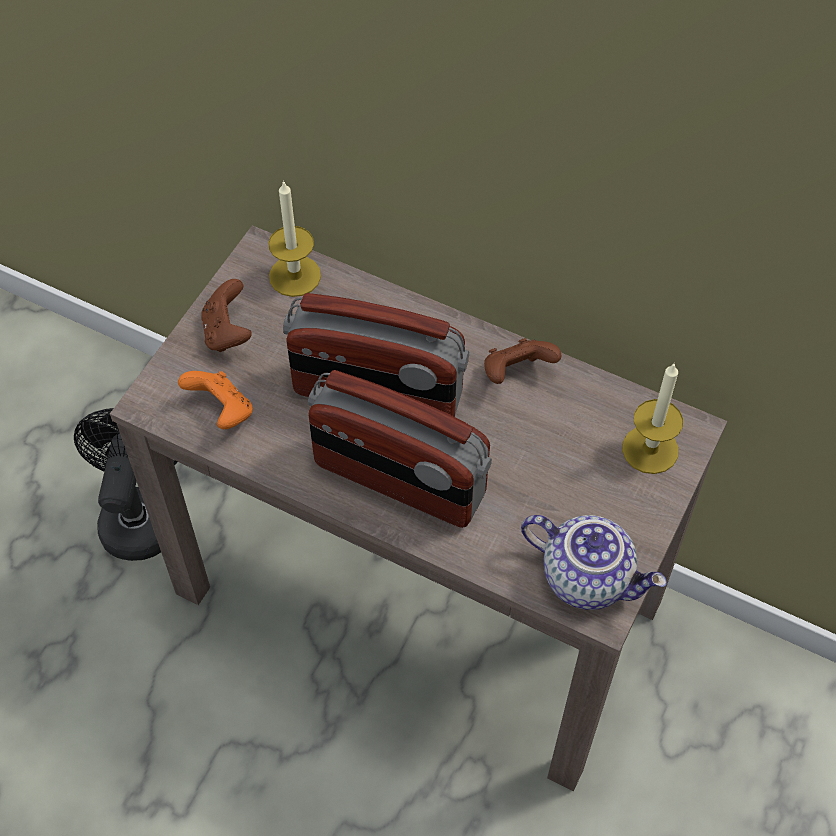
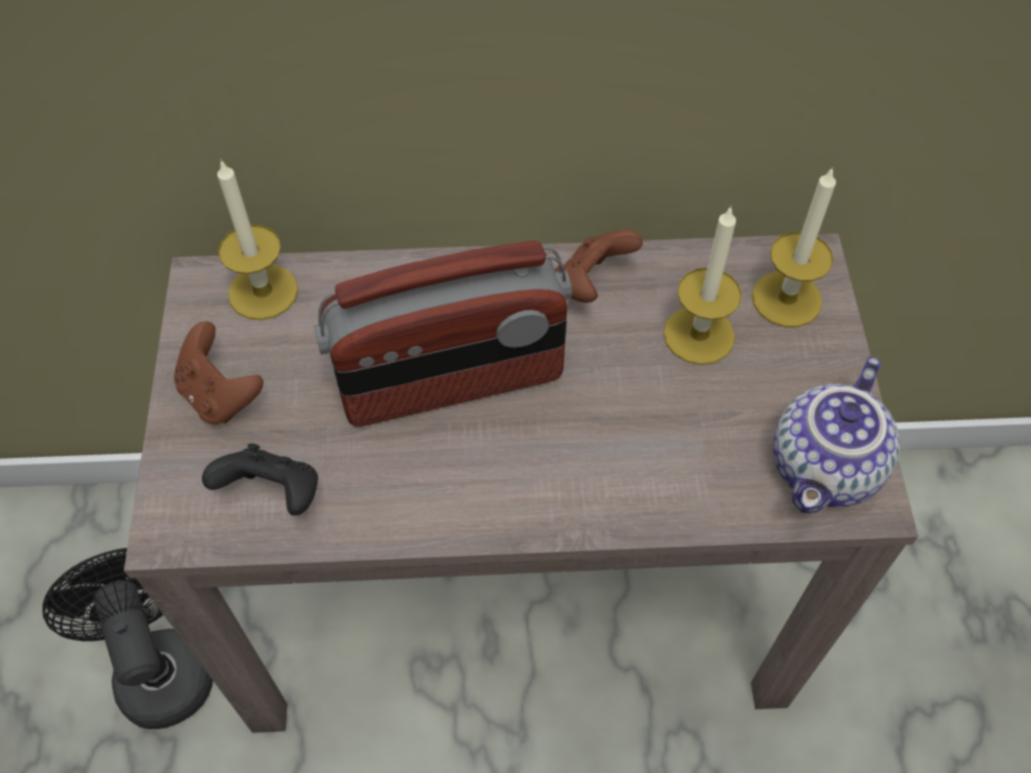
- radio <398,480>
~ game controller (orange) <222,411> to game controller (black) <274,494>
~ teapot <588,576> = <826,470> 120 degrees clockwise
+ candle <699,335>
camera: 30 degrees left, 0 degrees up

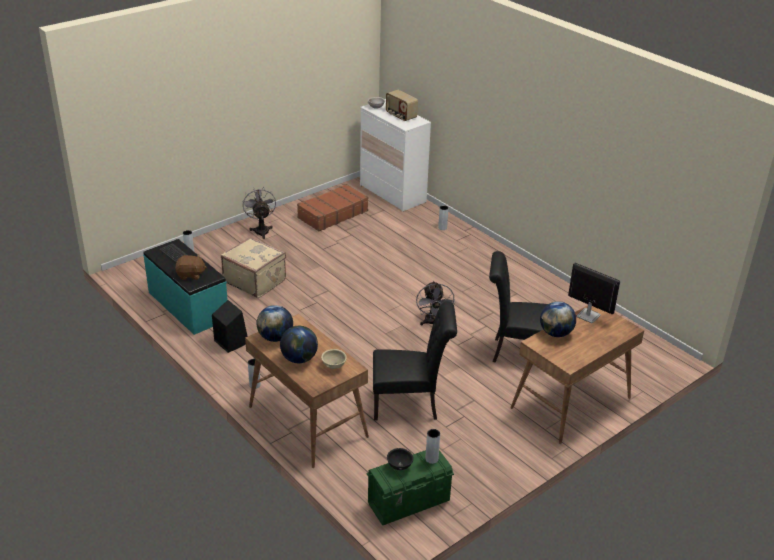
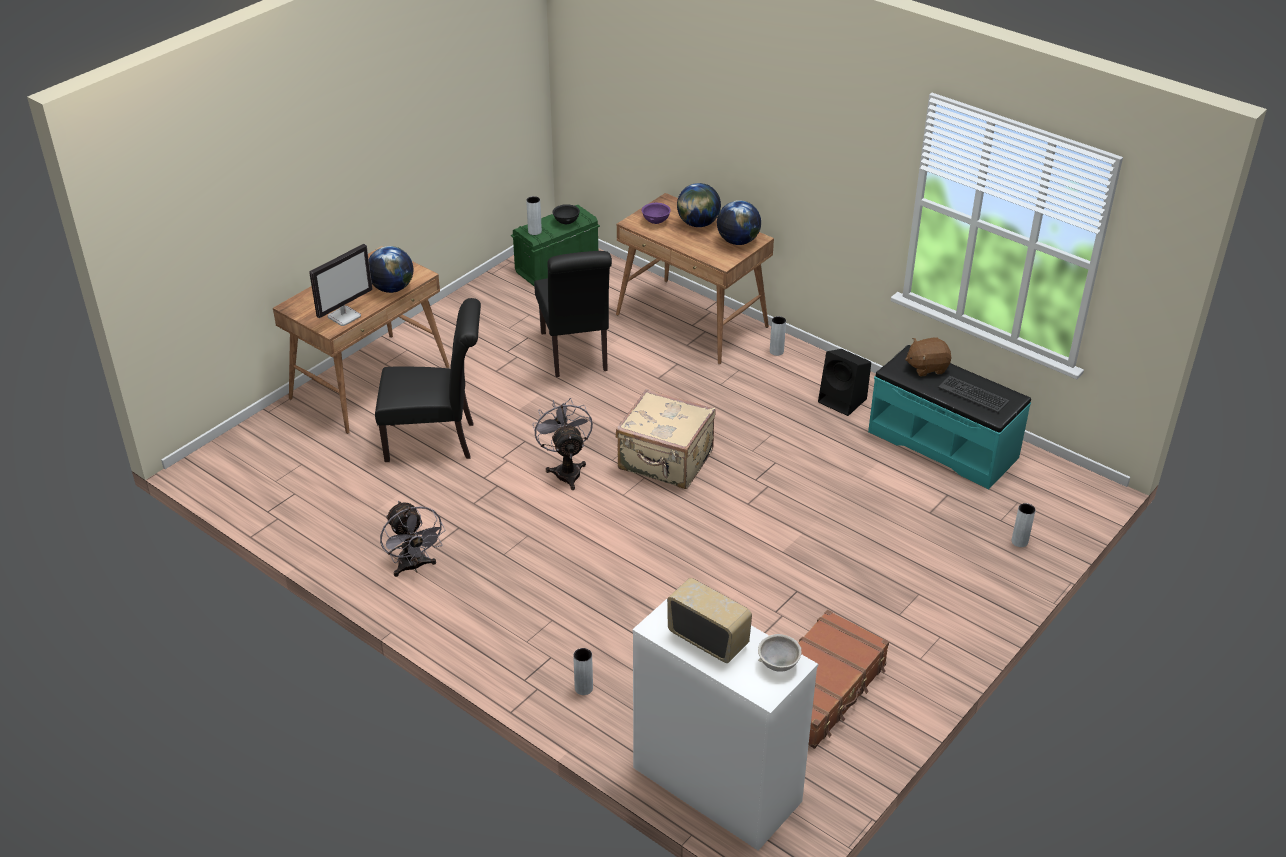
~ fan (grey) <261,230> to <414,567>
~ suitcase (beige) <255,281> to <665,462>
~ monitor <587,316> = <344,316> 75 degrees counterclockwise
~ chair (black) <410,405> = <576,354> 90 degrees counterclockwise
~ bowl (beige) <334,366> to bowl (purple) <655,221>
camera: 170 degrees right, 5 degrees up

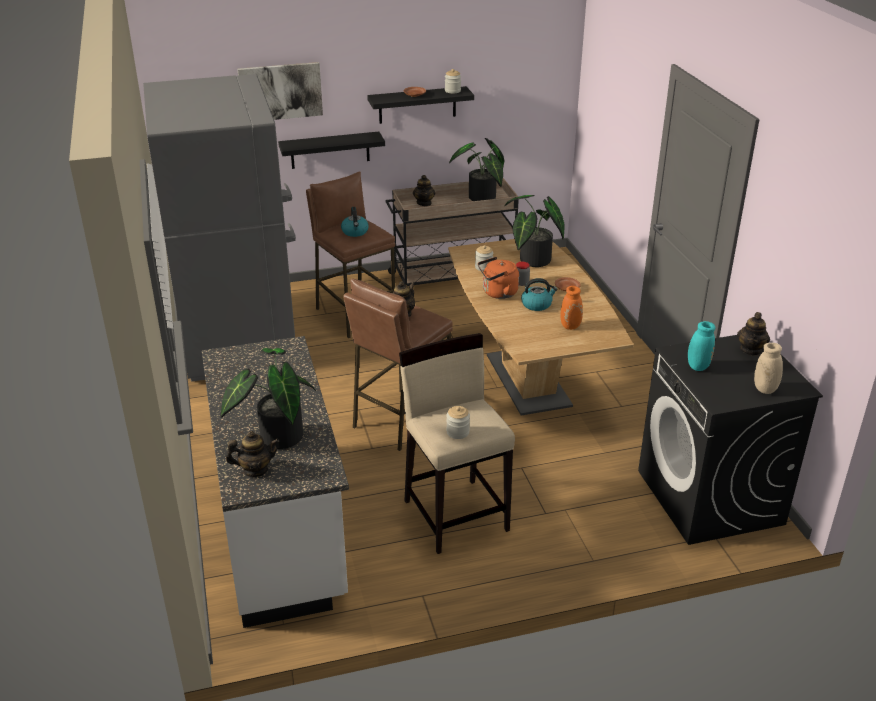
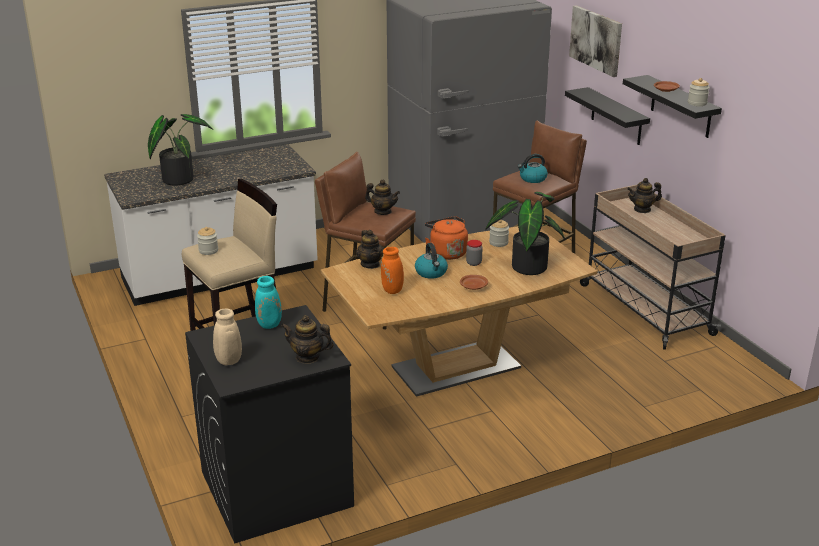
- potted plant <481,199>
~ teapot <255,470> to <370,264>
camera: 80 degrees right, 5 degrees down

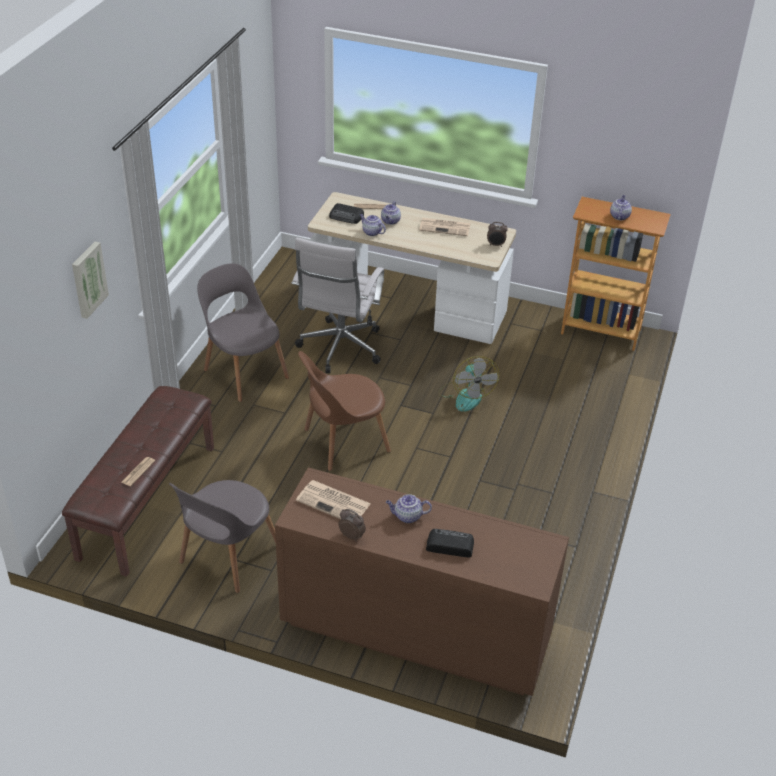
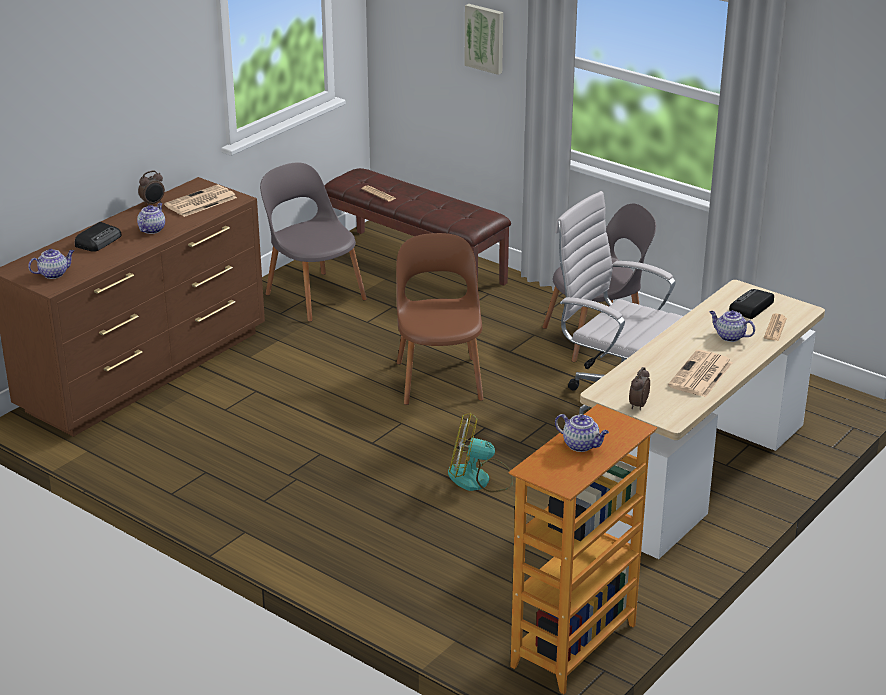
~ teapot <371,232> to <54,274>
camera: 110 degrees right, 10 degrees down

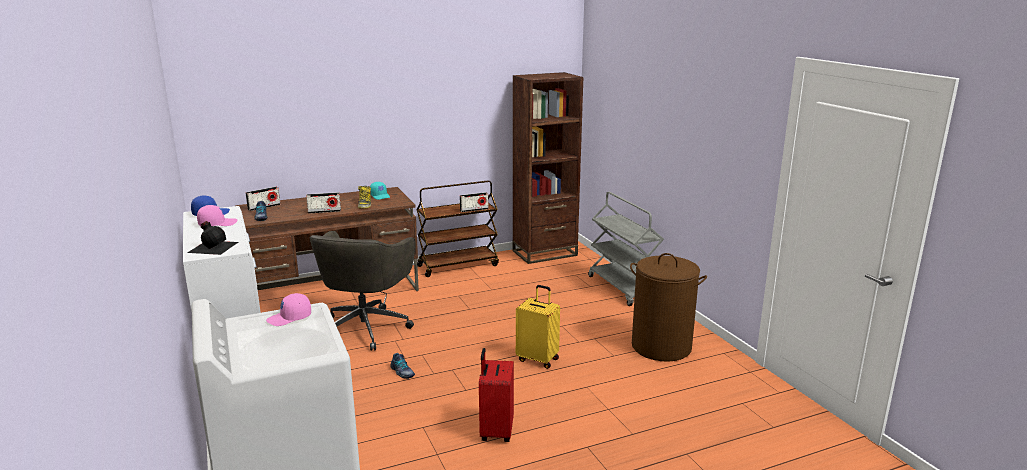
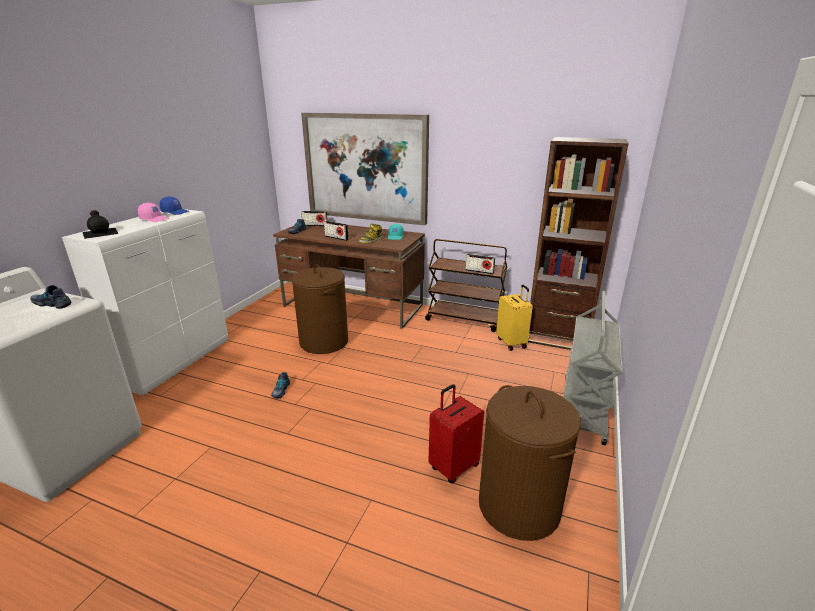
~ office chair (grey) <366,327> to laundry basket (brown) <323,342>
~ suitcase (yellow) <538,359> to <512,343>
~ cap (pink) <290,318> to shoe <52,304>
~ suitcase (red) <495,431> to <453,467>
+ picture <366,168>
camera: 45 degrees right, 5 degrees up

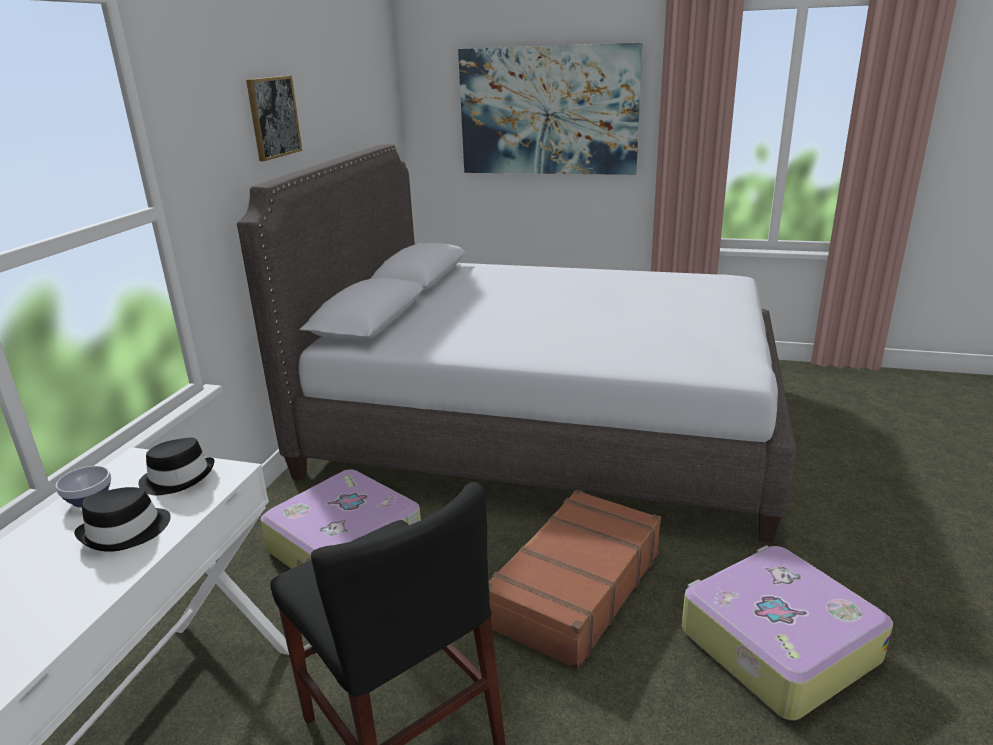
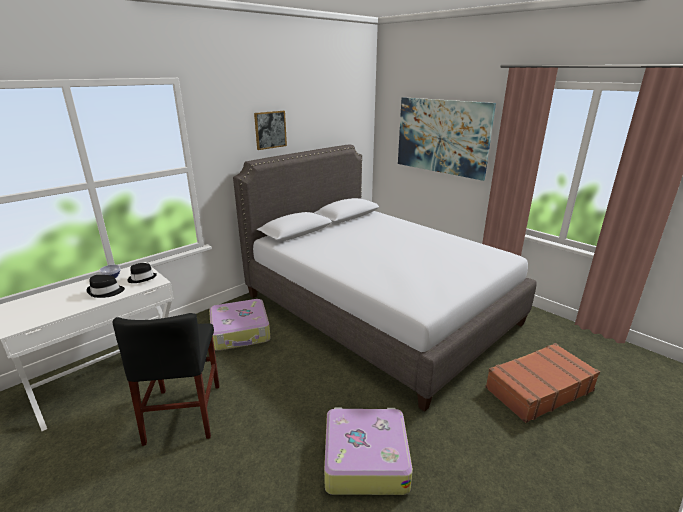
~ suitcase (brown) <574,588> to <538,389>
camera: 30 degrees right, 0 degrees up

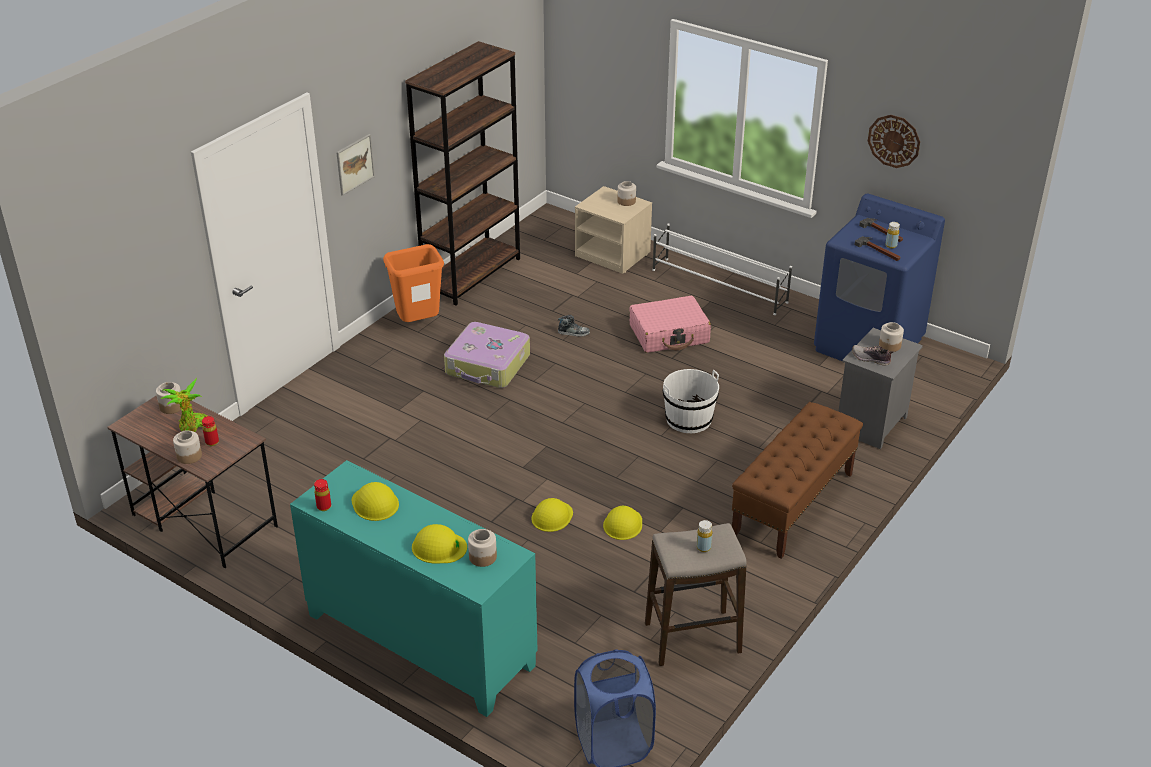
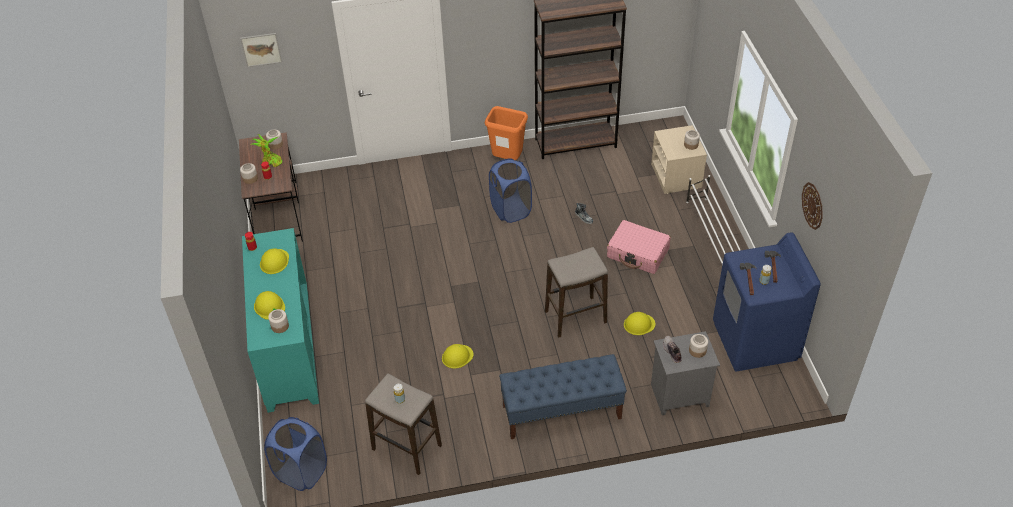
~ picture <355,164> to <261,49>
~ suitcase <488,365> to laundry basket (blue) <511,210>
~ bucket (white) <688,419> to stool <575,317>
~ bench (brown) <793,505> to bench (blue) <561,412>
~ hard hat (yellow) <552,516> to <639,324>
camera: 45 degrees right, 10 degrees up

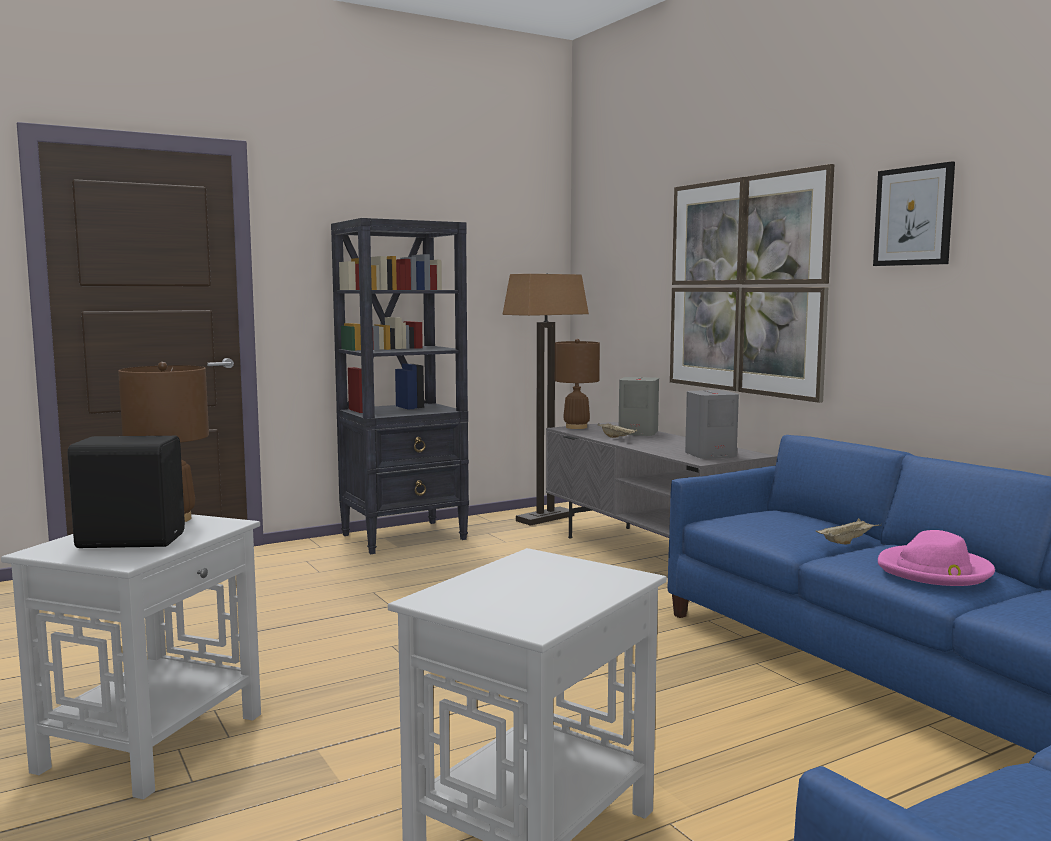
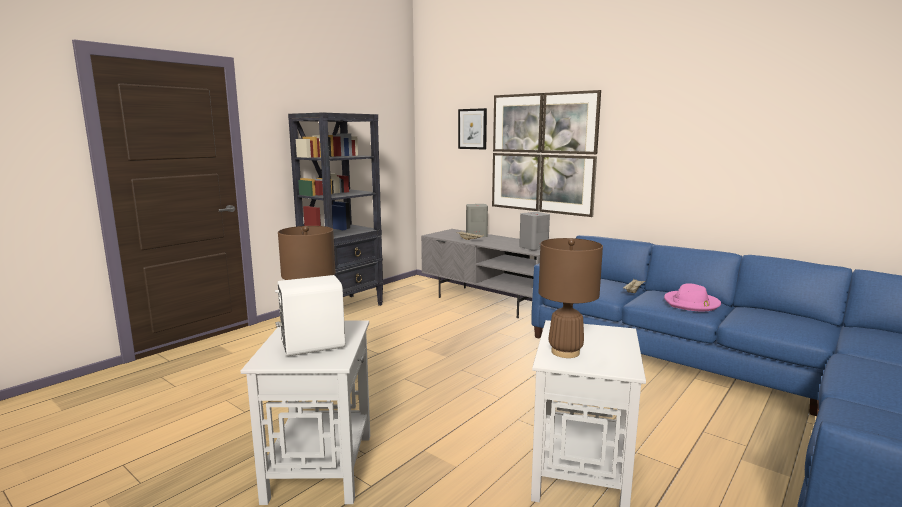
~ picture <913,216> to <472,129>
- floor lamp <545,518>
~ table lamp (brown) <576,427> to <565,352>
~ speaker (black) <130,540> to speaker (white) <311,345>
camera: 20 degrees left, 5 degrees up

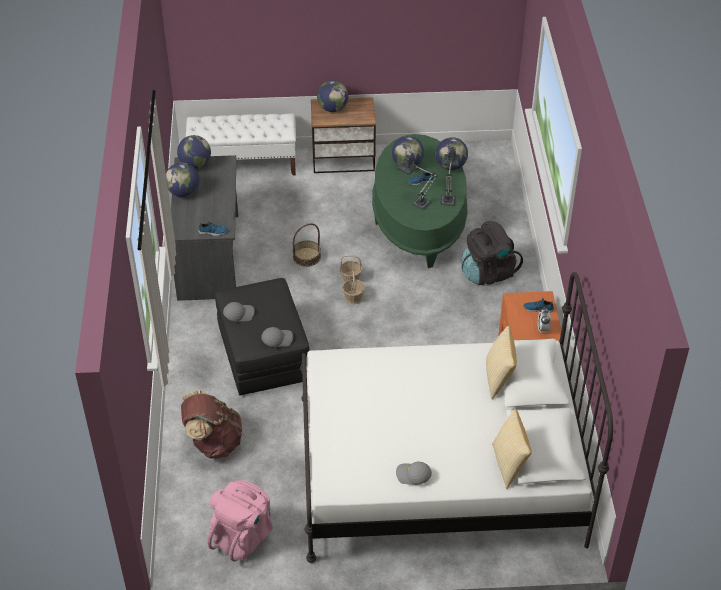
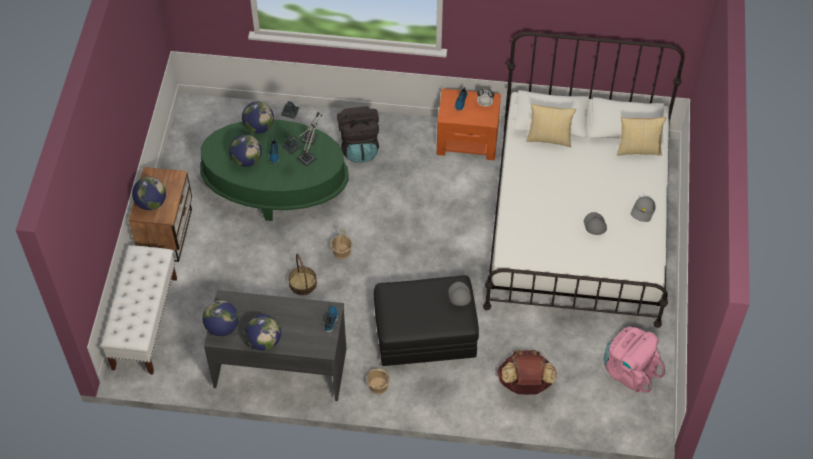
~ basket <353,297> to <378,386>
~ cap (grey) <239,314> to <594,226>
camera: 80 degrees left, 10 degrees up

